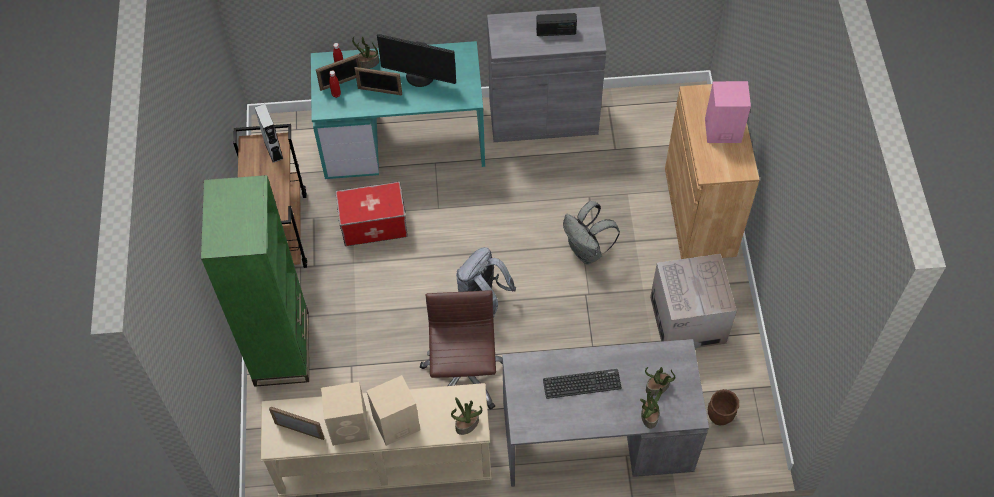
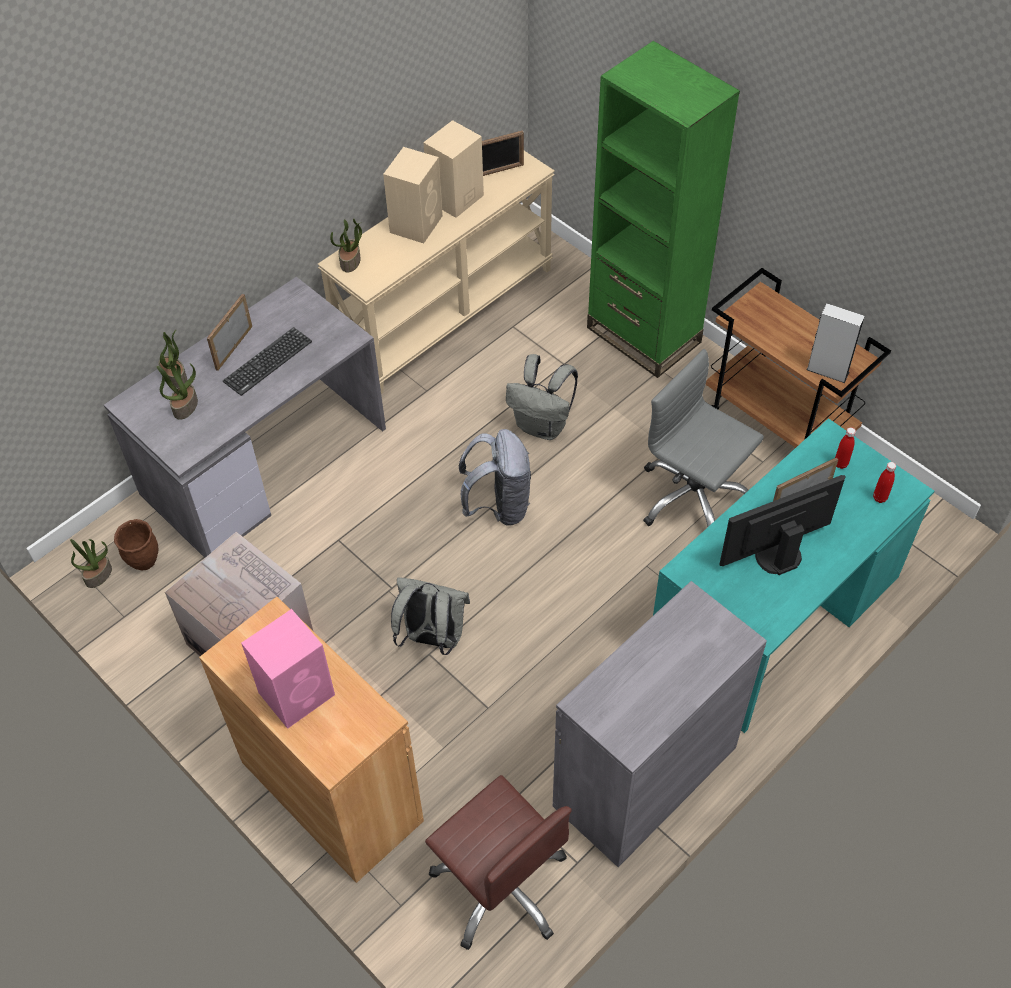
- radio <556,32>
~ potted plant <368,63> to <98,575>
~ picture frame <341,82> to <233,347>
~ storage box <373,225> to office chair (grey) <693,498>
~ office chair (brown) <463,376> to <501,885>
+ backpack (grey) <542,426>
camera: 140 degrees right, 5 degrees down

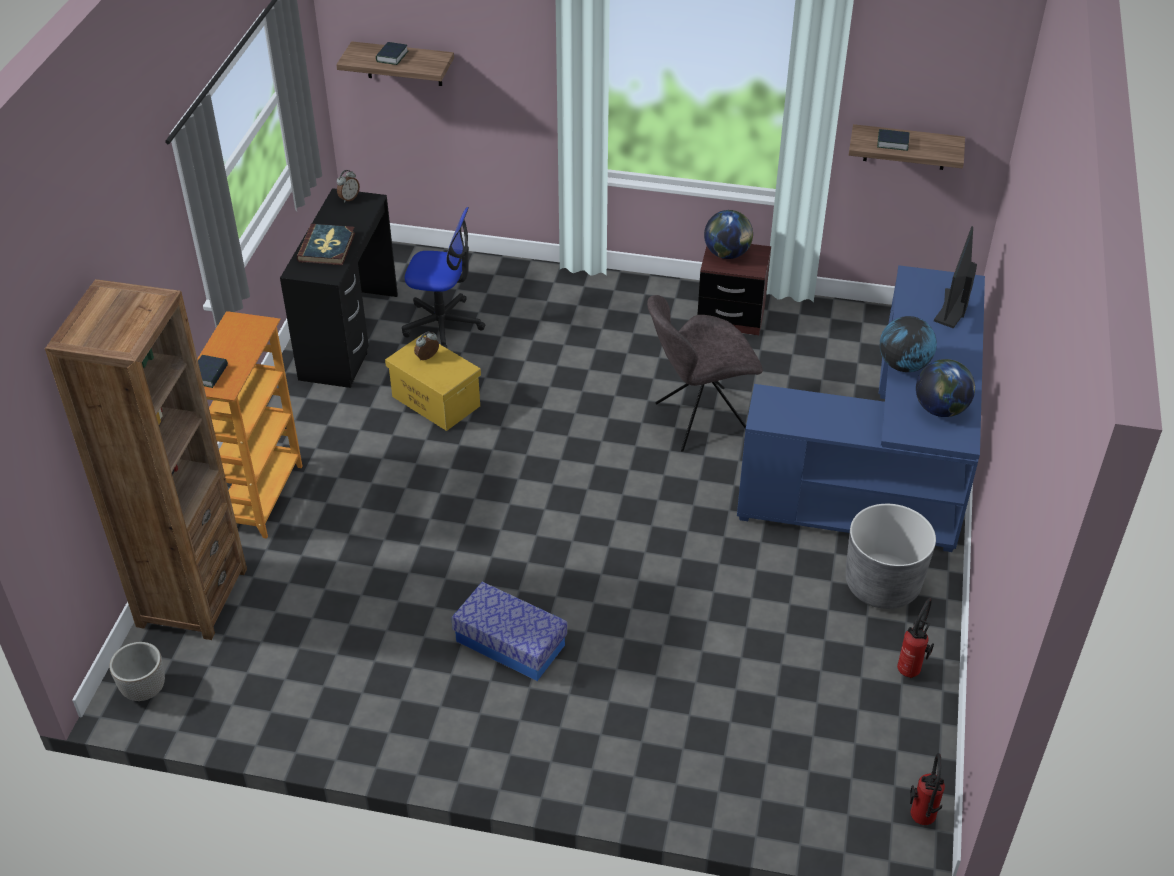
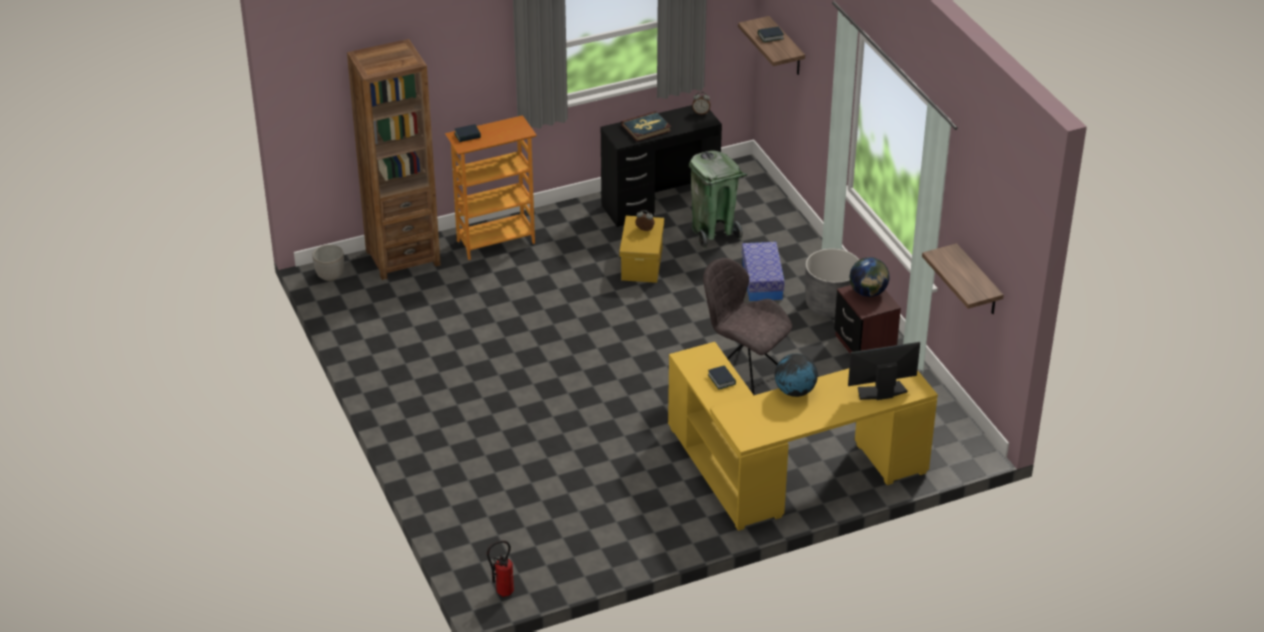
~ book <892,143> to <721,379>
~ office chair <443,324> to trash can (green) <713,232>
~ desk (blue) <886,467> to desk (yellow) <788,473>
- globe <940,409>
~ planter (grey) <882,584> to <830,305>
~ storage box <510,643> to <762,281>
- fire extinguisher <911,669>
camera: 55 degrees right, 5 degrees down

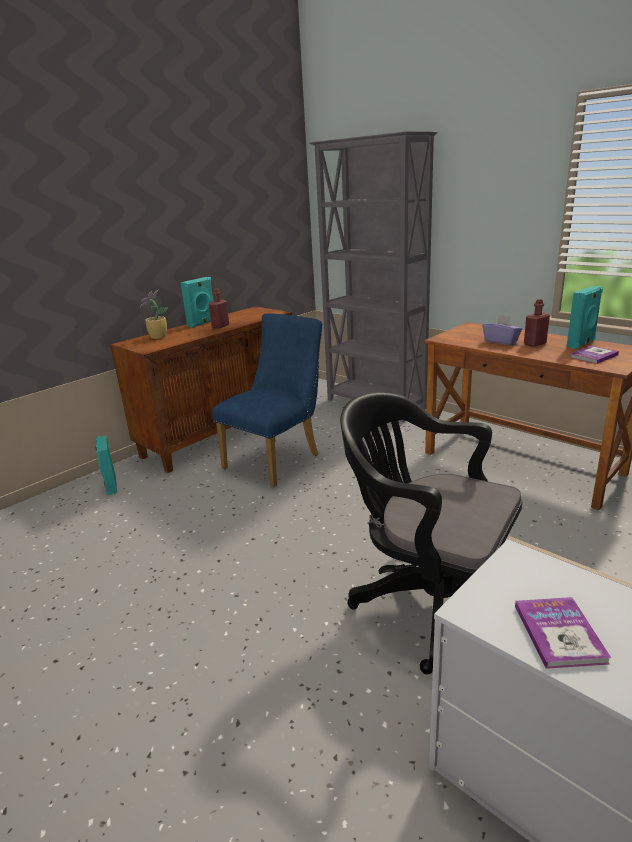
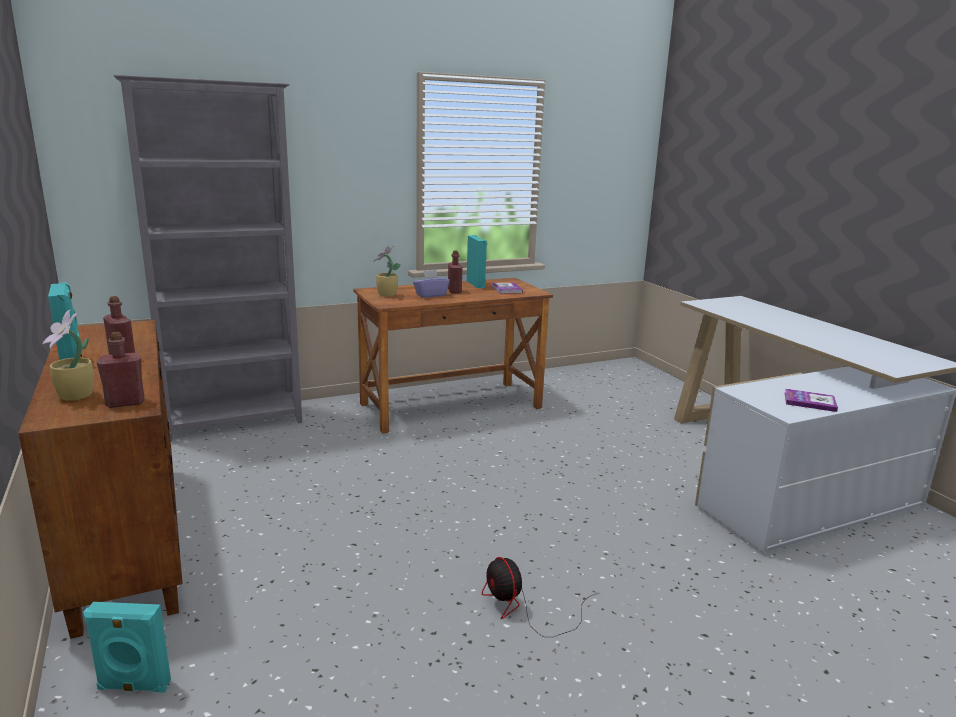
- chair (blue) <277,460>
- office chair (black) <429,601>
+ potted plant <386,295>
+ bottle (red) <125,403>
+ fan <524,609>
camera: 70 degrees left, 5 degrees down

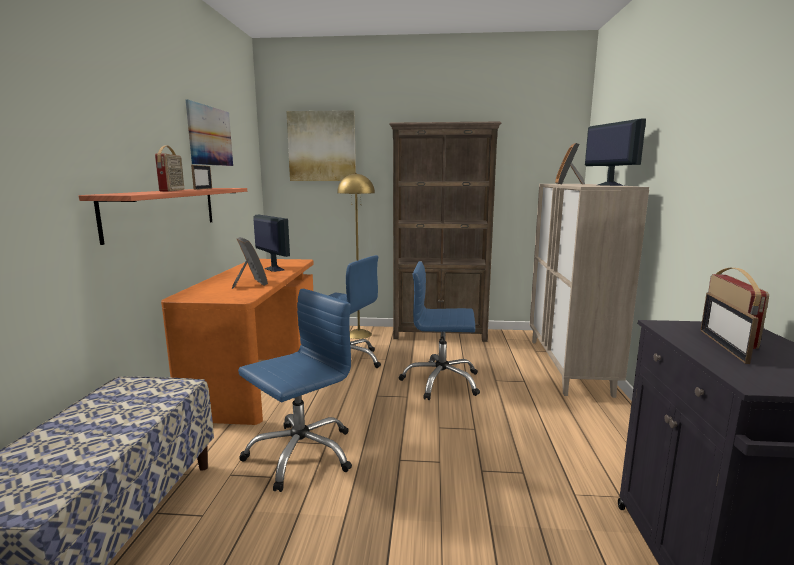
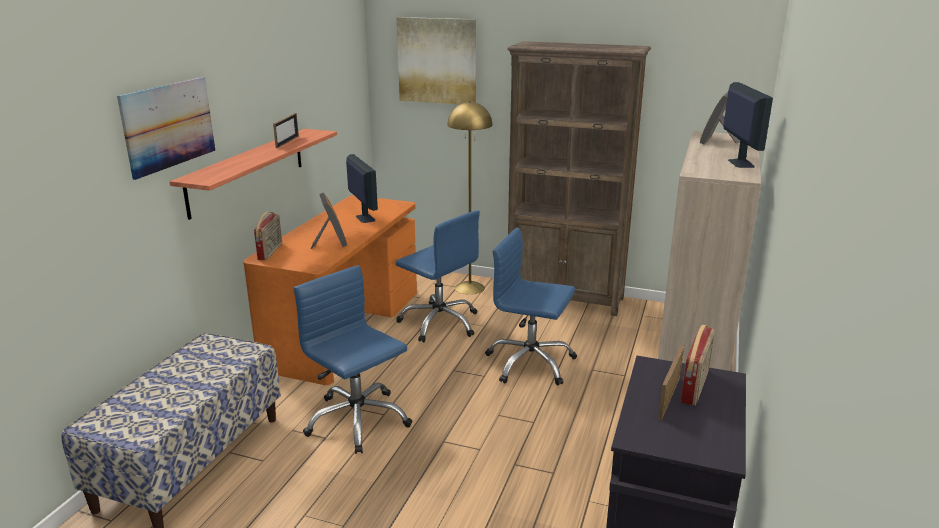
~ picture <210,136> to <169,125>
~ radio <173,190> to <271,251>
~ office chair (blue) <300,453> = <357,420> 105 degrees counterclockwise
camera: 15 degrees right, 10 degrees up

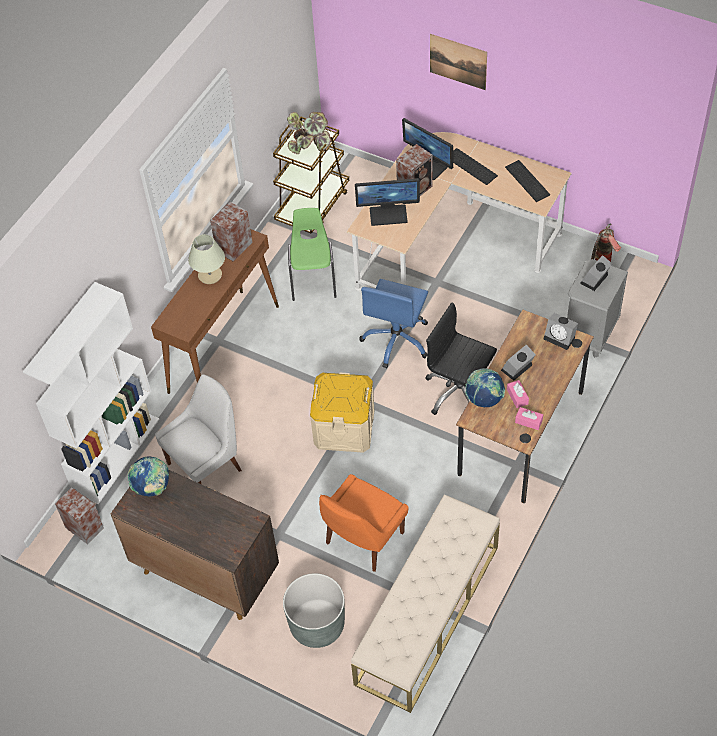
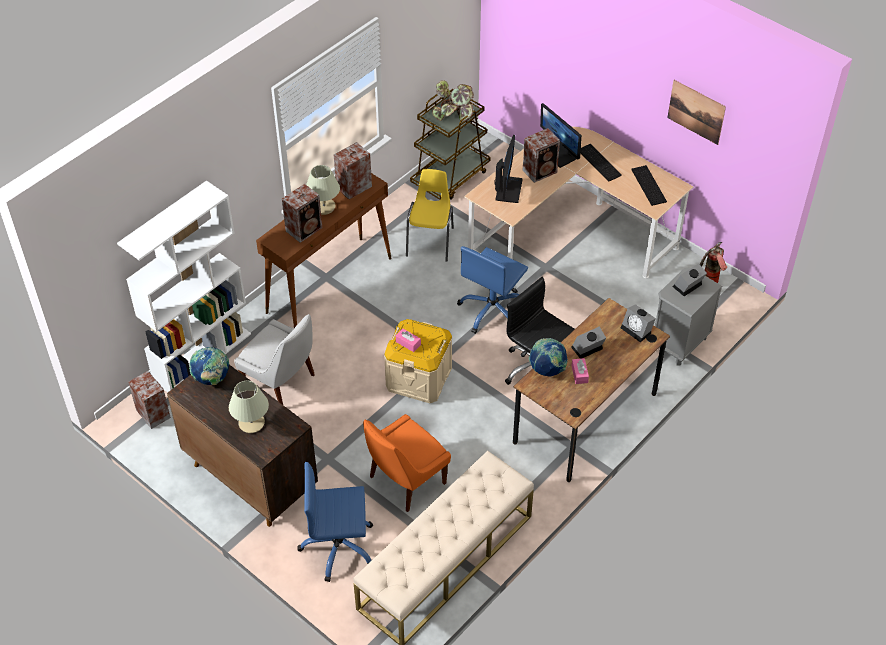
~ picture <458,61> to <696,112>
~ monitor <388,214> = <508,189> 90 degrees counterclockwise
~ chair (green) <313,279> to chair (yellow) <431,241>
~ chair (white) <207,465> = <281,384> 60 degrees clockwise
~ tissue box (pink) <528,421> to <408,343>
~ planter (grey) <317,625> to office chair (blue) <339,547>
+ speaker <305,229>
+ table lamp (beige) <252,423>
camera: 10 degrees right, 5 degrees down

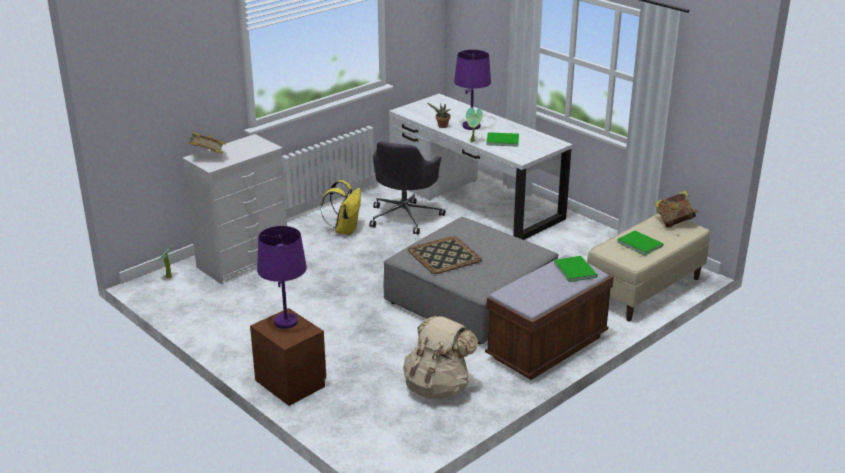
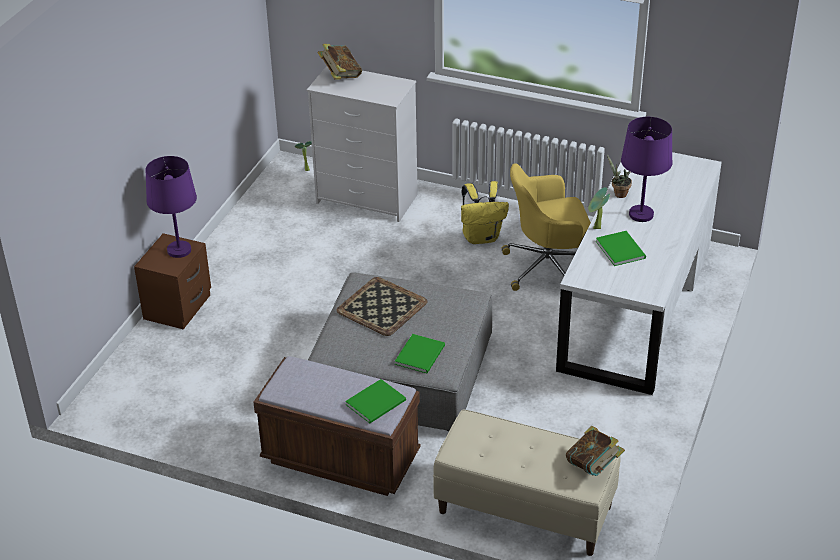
~ office chair (grey) <405,216> to office chair (yellow) <548,267>
~ book (green) <639,243> to <421,354>
- backpack (beige) <437,387>
camera: 65 degrees right, 10 degrees up

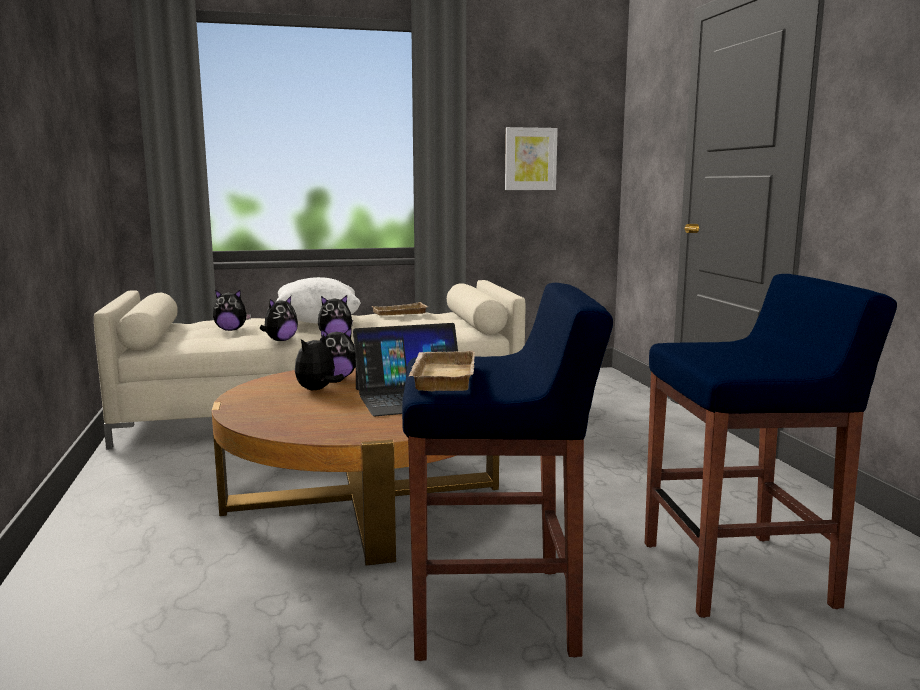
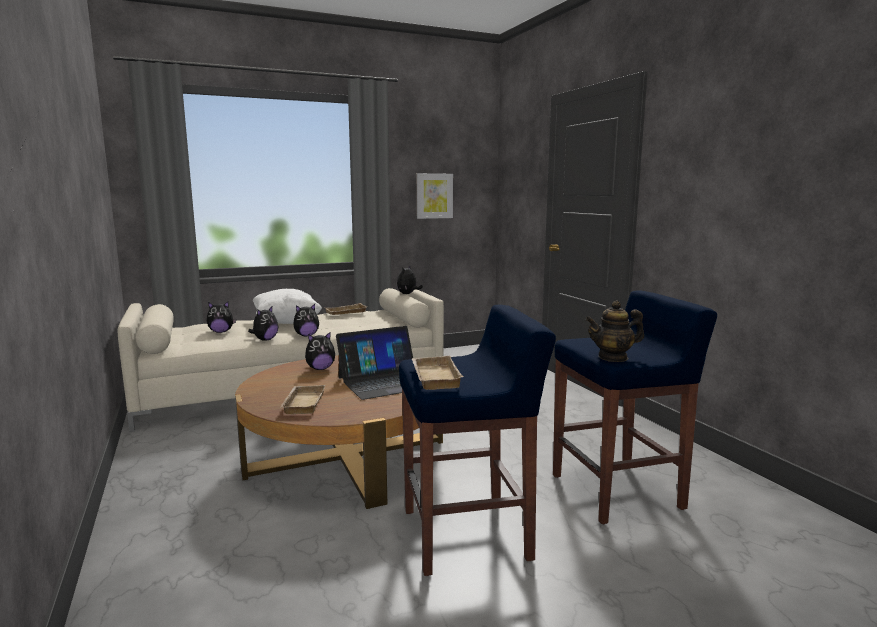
~ plush toy <317,390> to <408,294>
+ teapot <613,357>
+ tray (beige) <302,403>
camera: 10 degrees left, 0 degrees up

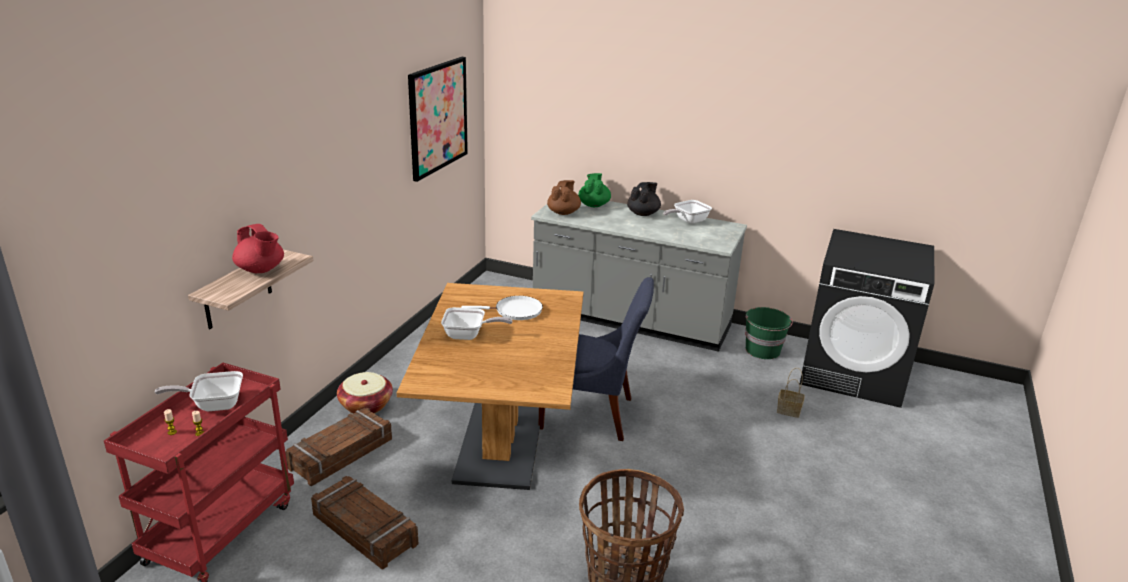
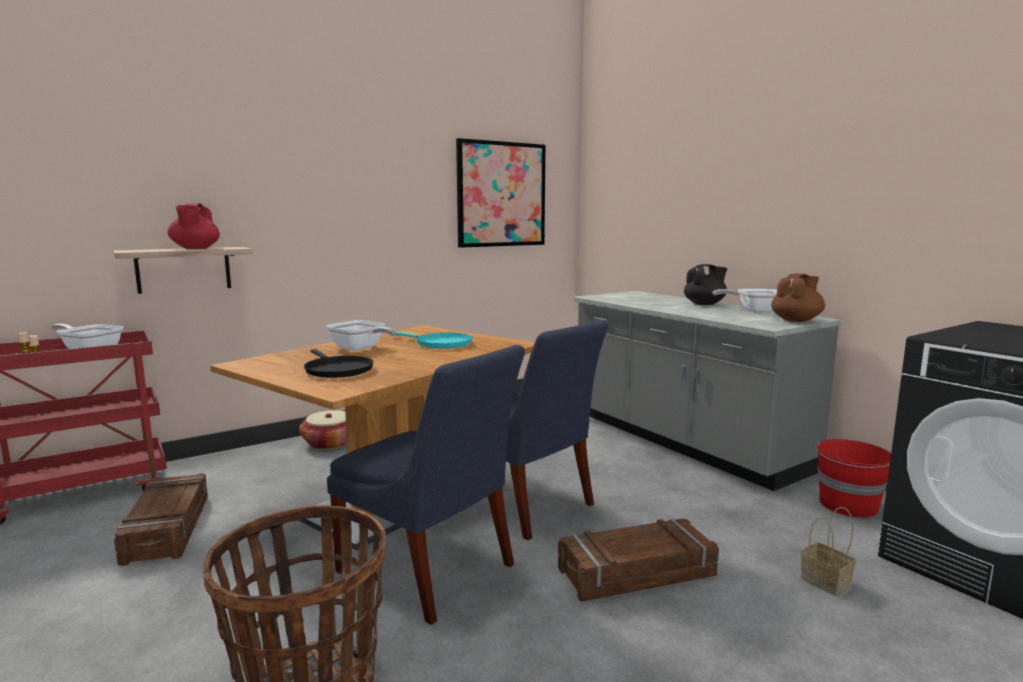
- teapot (green) <594,205>
~ teapot (brown) <563,212> to <796,320>
~ frying pan (white) <515,311> to frying pan (turquoise) <440,344>
~ bucket (green) <763,350> to bucket (red) <848,505>
~ crate <341,454> to <637,573>
+ chair (blue) <430,572>
+ frying pan (black) <337,370>
camera: 35 degrees right, 15 degrees down

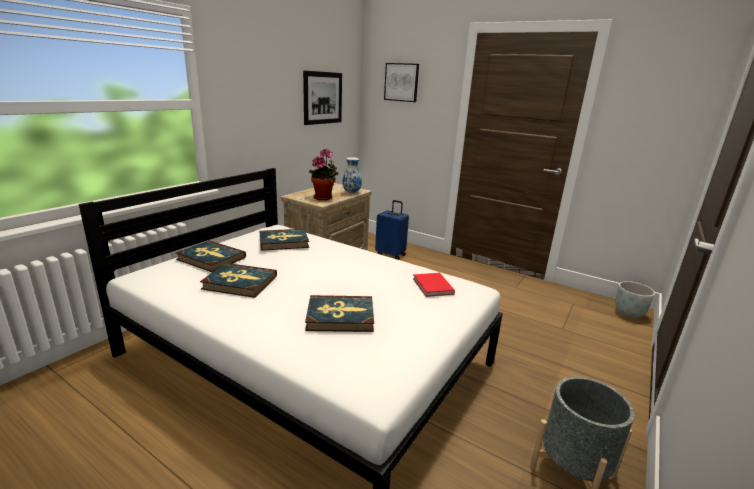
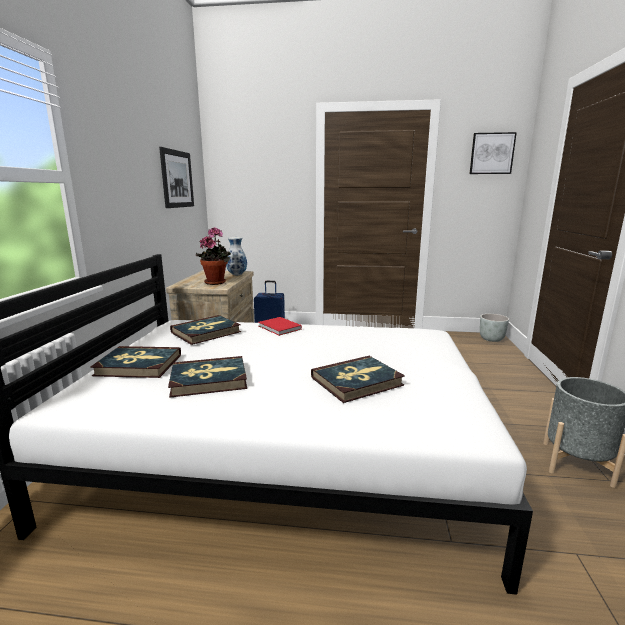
~ picture <401,82> to <491,153>
~ book (red) <432,287> to <279,328>
camera: 25 degrees left, 5 degrees down

